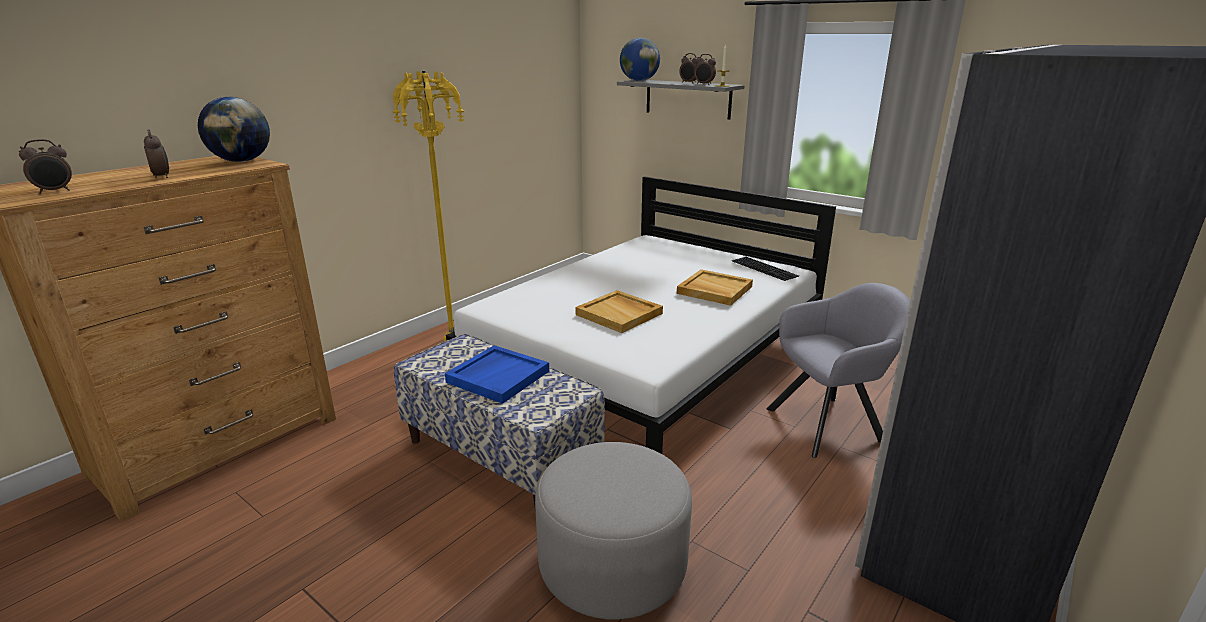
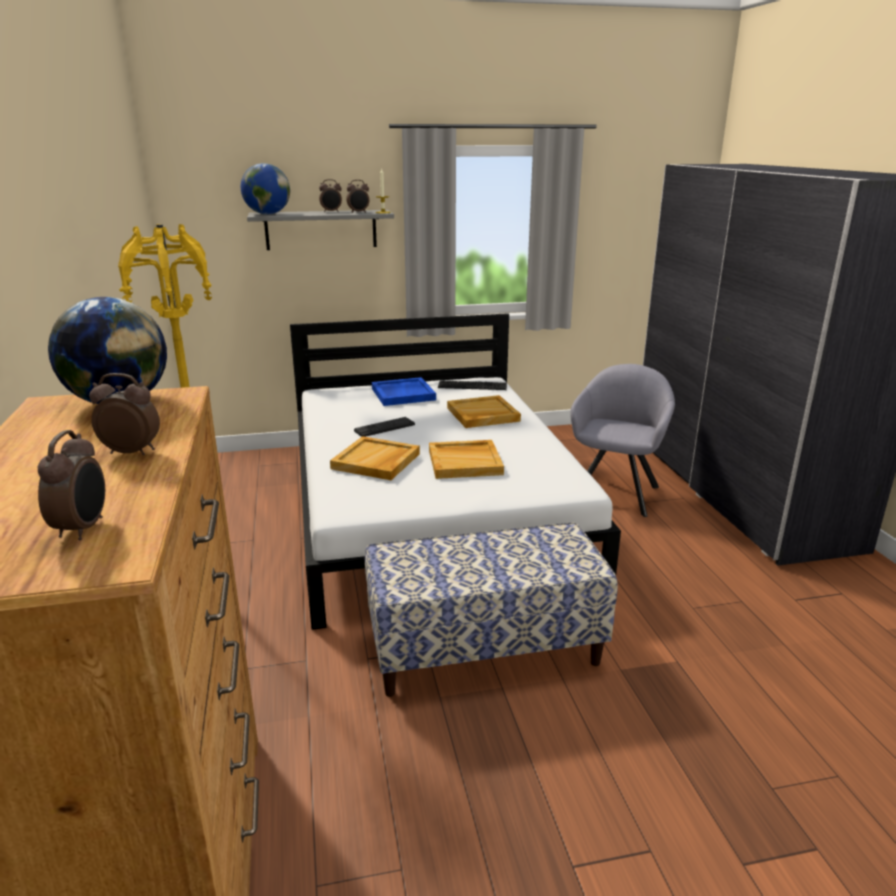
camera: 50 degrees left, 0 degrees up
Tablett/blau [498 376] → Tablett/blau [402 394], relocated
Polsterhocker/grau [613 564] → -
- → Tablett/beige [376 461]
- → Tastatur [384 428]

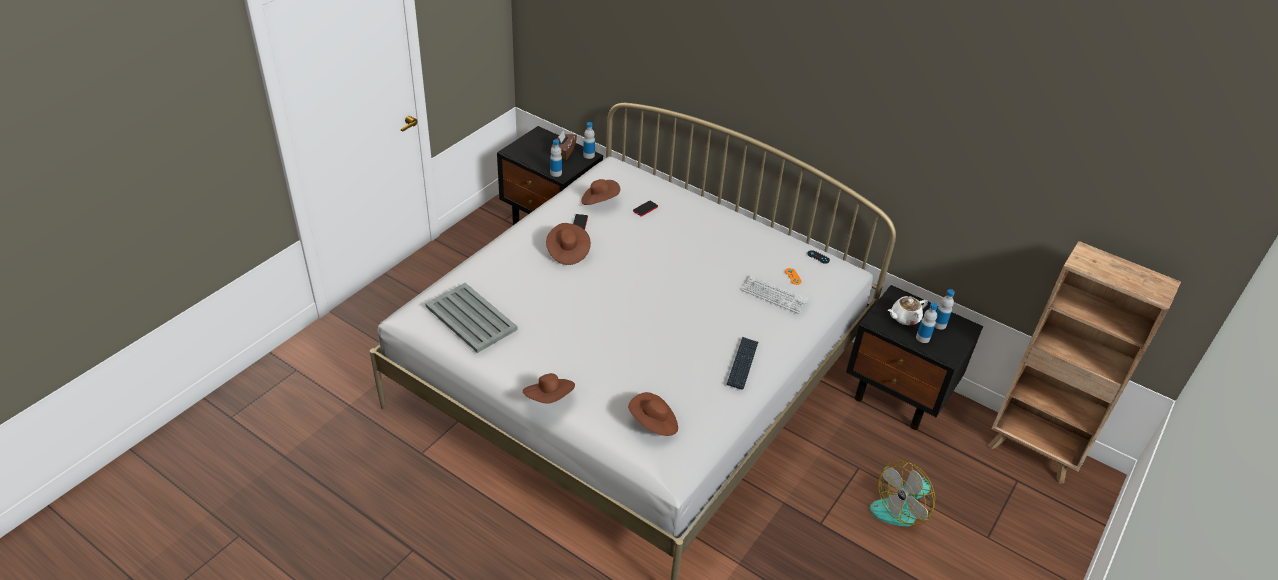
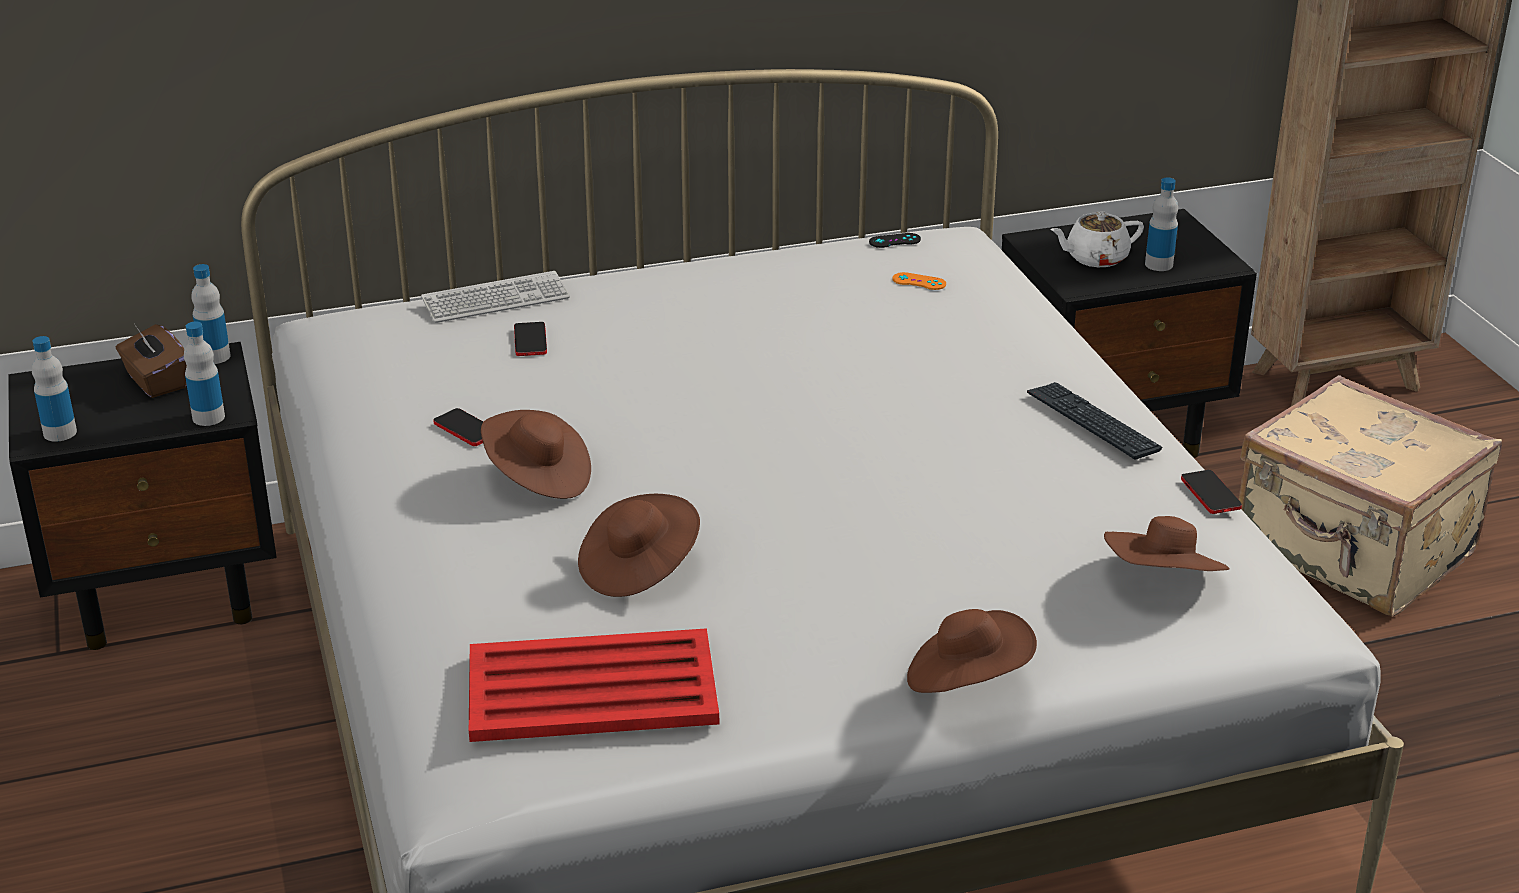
camera: 50 degrees left, 10 degrees down
Tablett/grau [470 317] → Tablett/rot [589 688]
Hut/braun [599 201] → Hut/braun [639 569], relocated
Tastatur [774 295] → Tastatur [496 300], relocated
Ventilator [902 508] → Koffer/beige [1352 552]
Teekanne/weiß [904 318] → Teekanne/weiß [1095 258], 60 degrees clockwise
Flasche [939 324] → Flasche [60 433], relocated
- → Handy [1210 493]

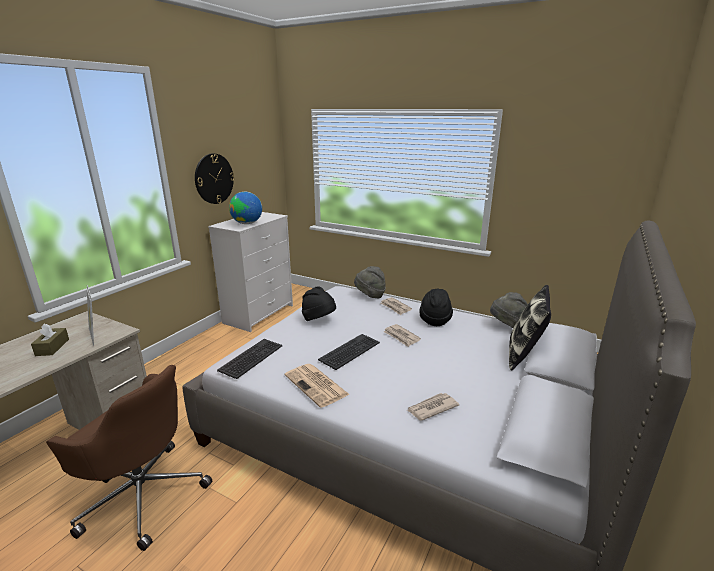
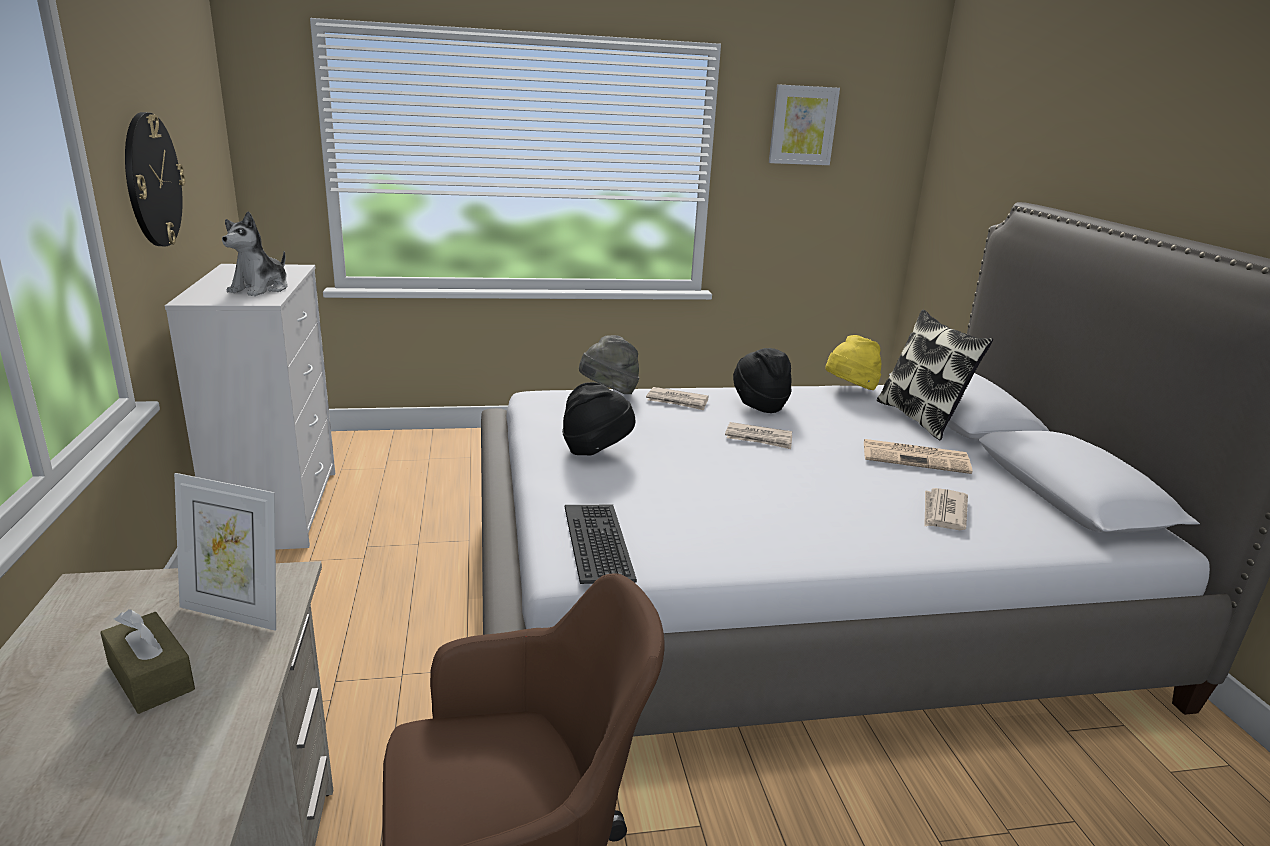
camera: 40 degrees left, 0 degrees up
Globus [247 223] → Plüschtier [261 289]
Zeitung [317 385] → Zeitung [916 457], relocated
Tastatur [350 352] → -
Hut/grau [507 326] → Hut/gelb [850 390]
- → Bild [802 125]

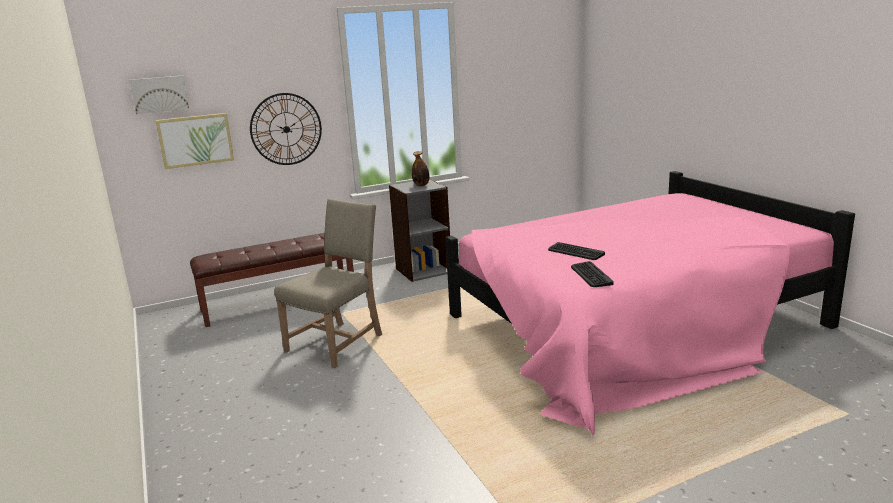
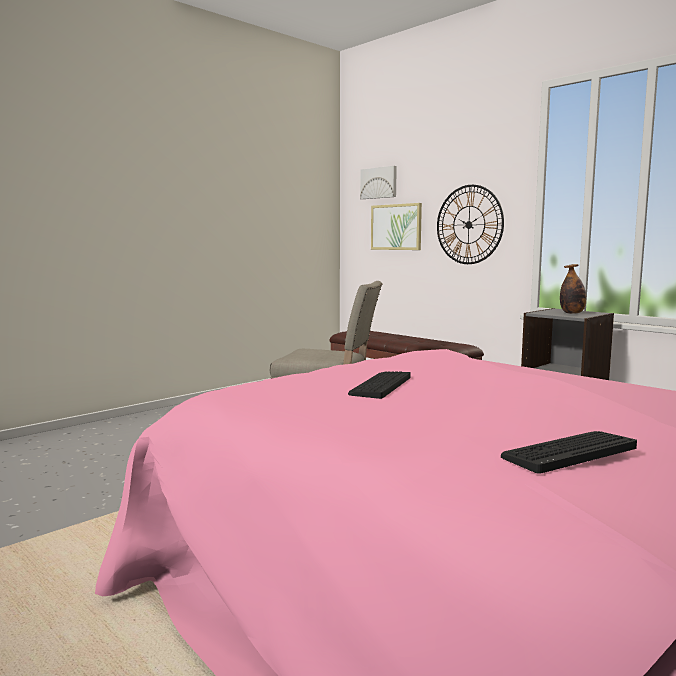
camera: 70 degrees right, 10 degrees down
Tastatur [591 275] → Tastatur [569 452], relocated

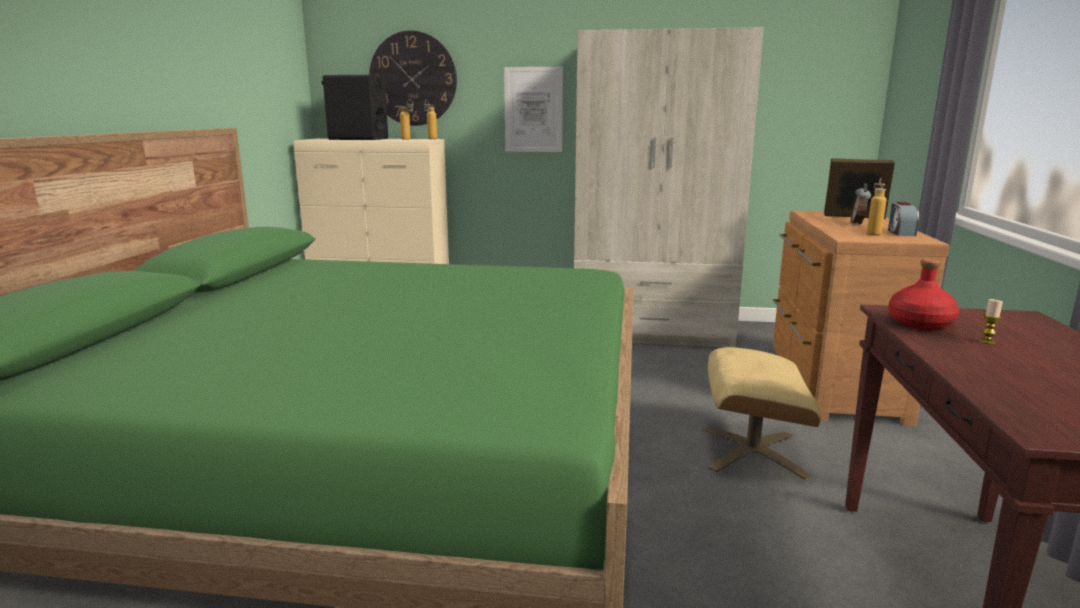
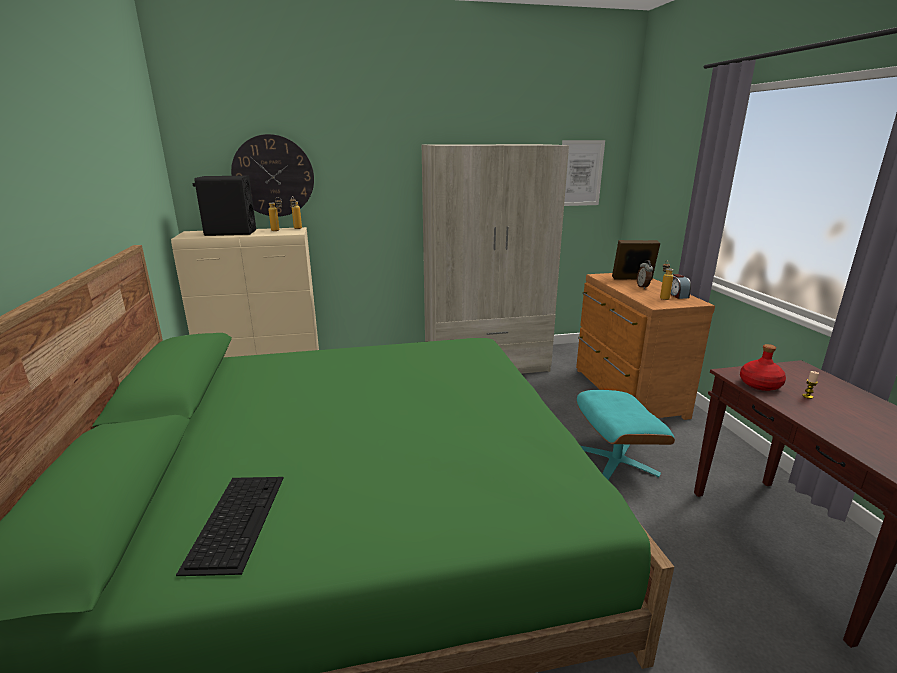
camera: 20 degrees left, 5 degrees up
Bild [533 110] → Bild [580 173], relocated
Polsterhocker/beige [751 451] → Polsterhocker/türkis [615 461]
- → Tastatur [236 519]

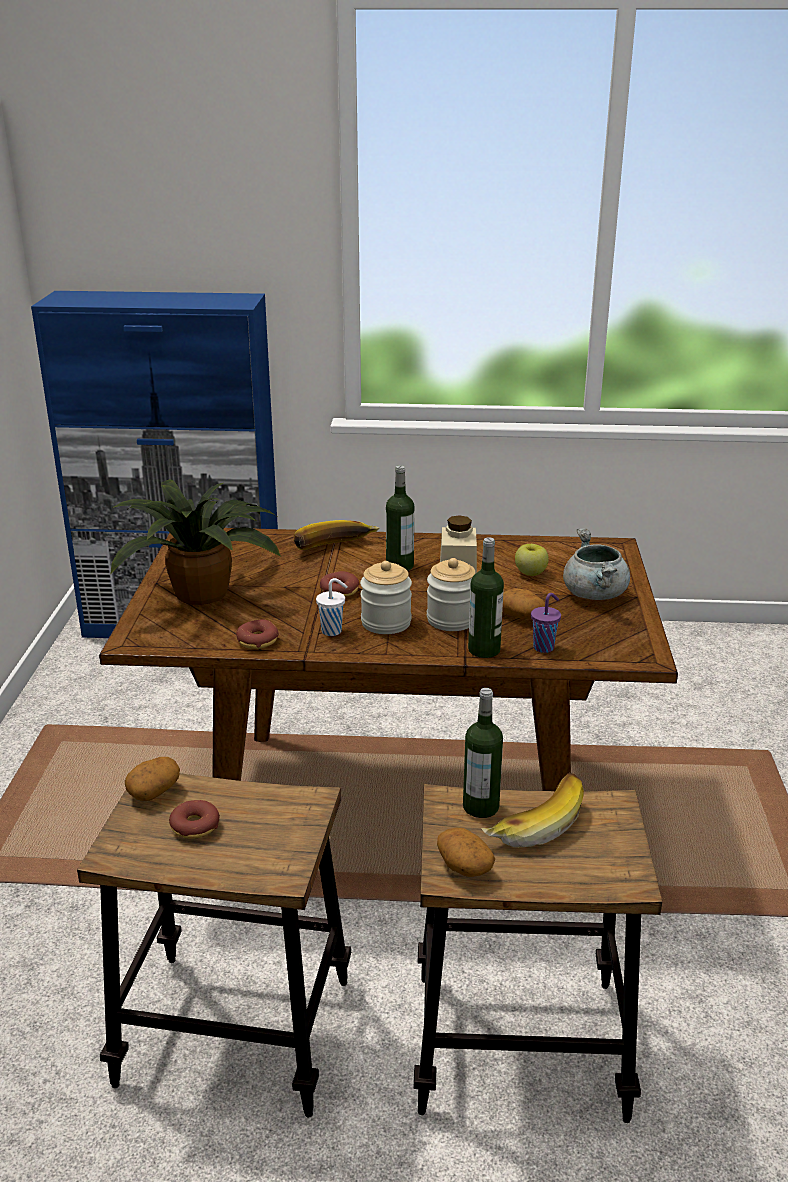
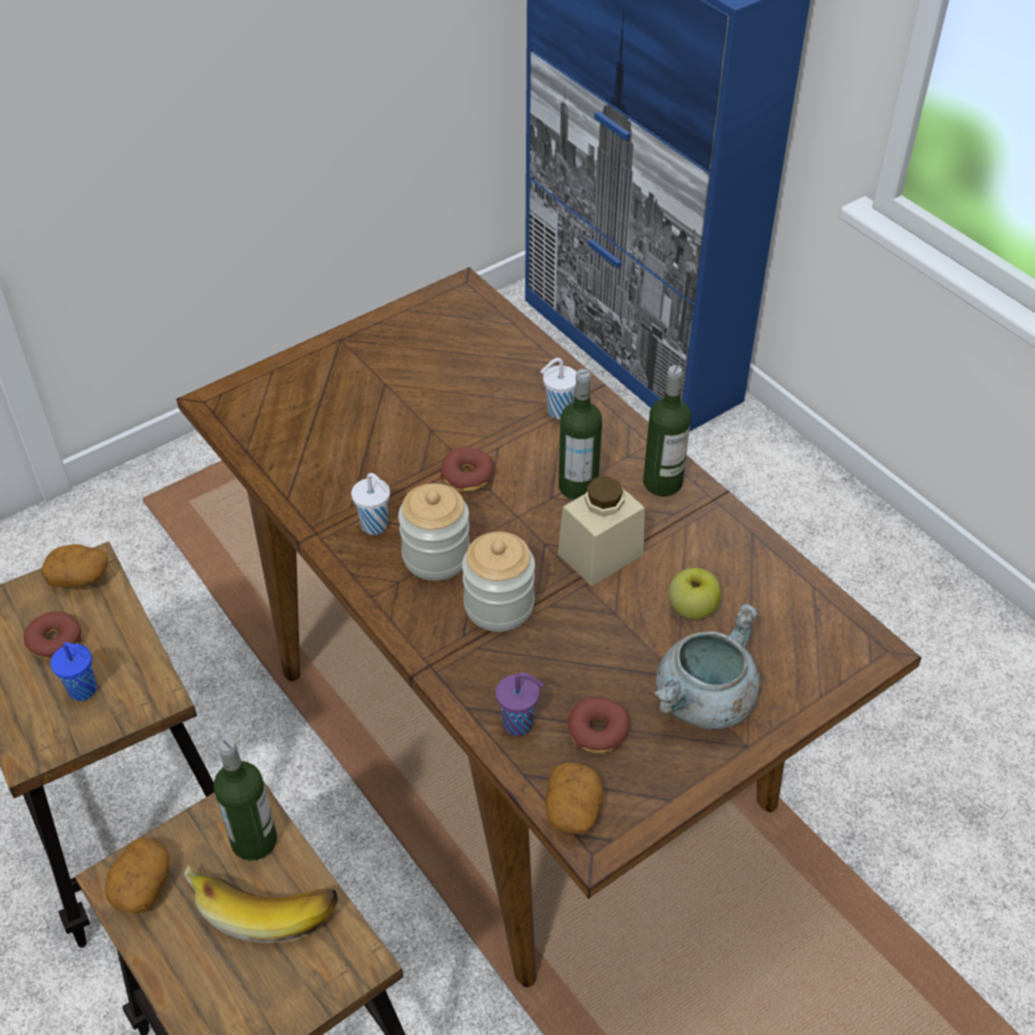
camera: 50 degrees right, 20 degrees up
Topfpflanze [202 591] → -
Donut [257 641] → Donut [597 731], relocated
Banane [335 549] → Tasse/weiß [558 412]
Flasche [484 650] → Flasche [662 482], relocated
Kartoffel [520 615] → Kartoffel [573 810], relocated
- → Tasse/blau [84 690]

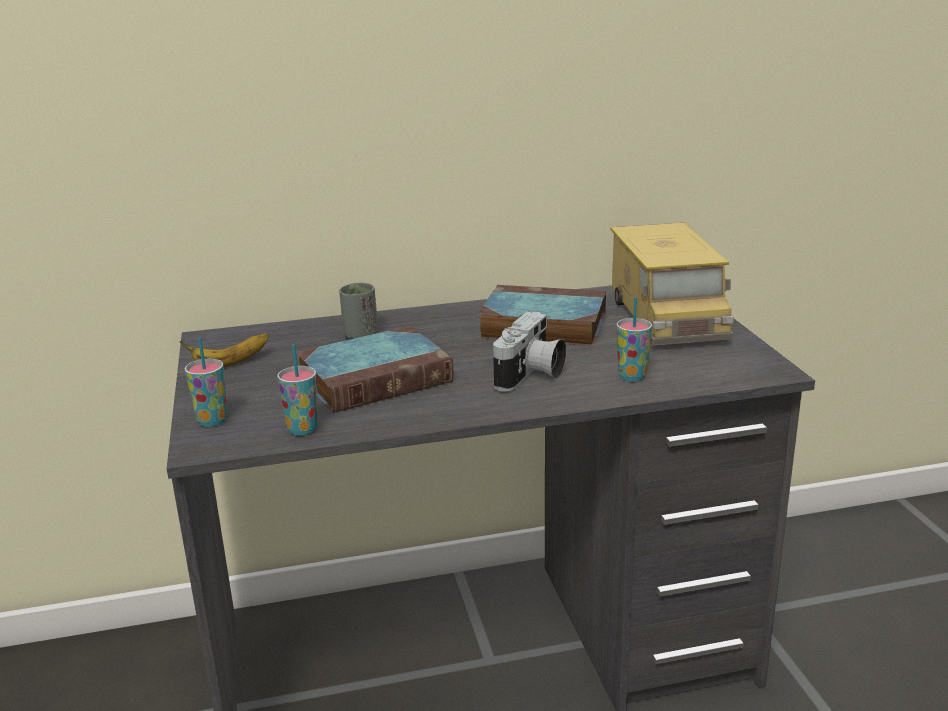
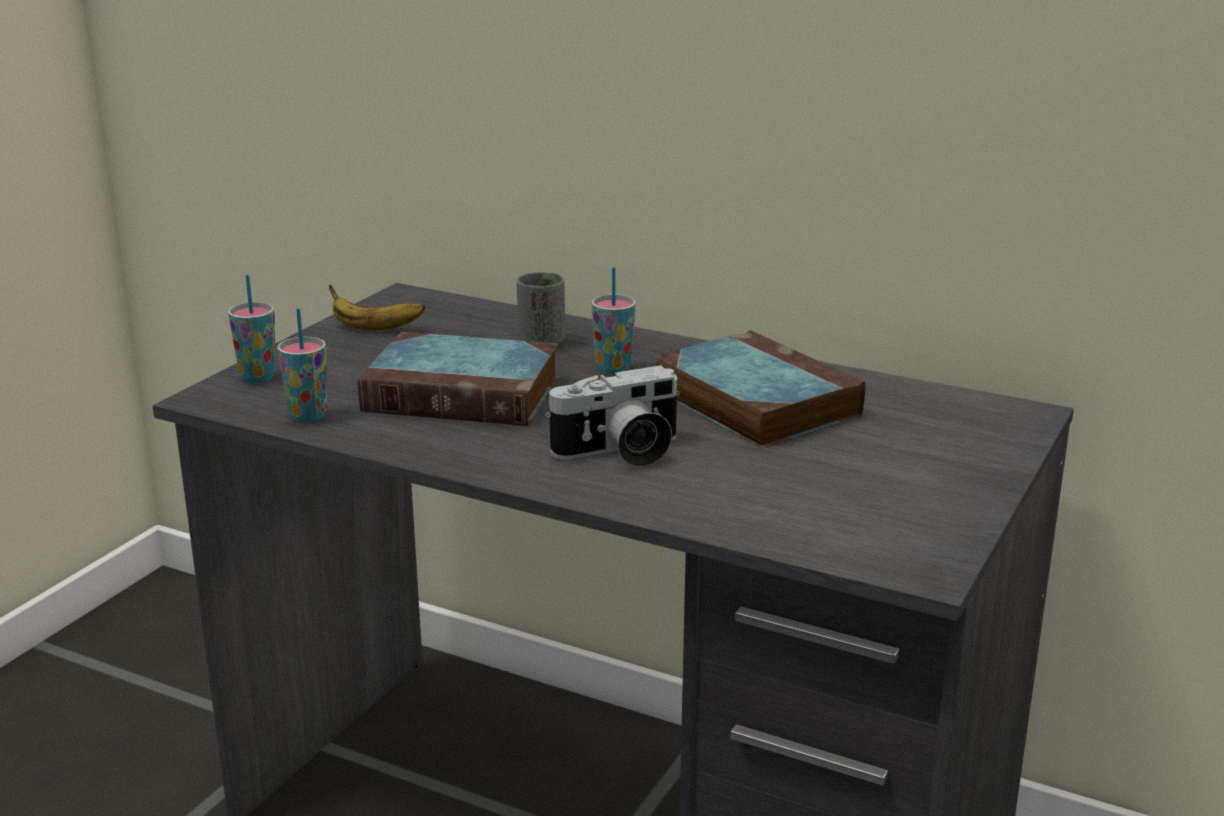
camera: 40 degrees right, 0 degrees up
Spielzeuglaster [667 317] → -
Tasse [632 376] → Tasse [613 369], relocated

